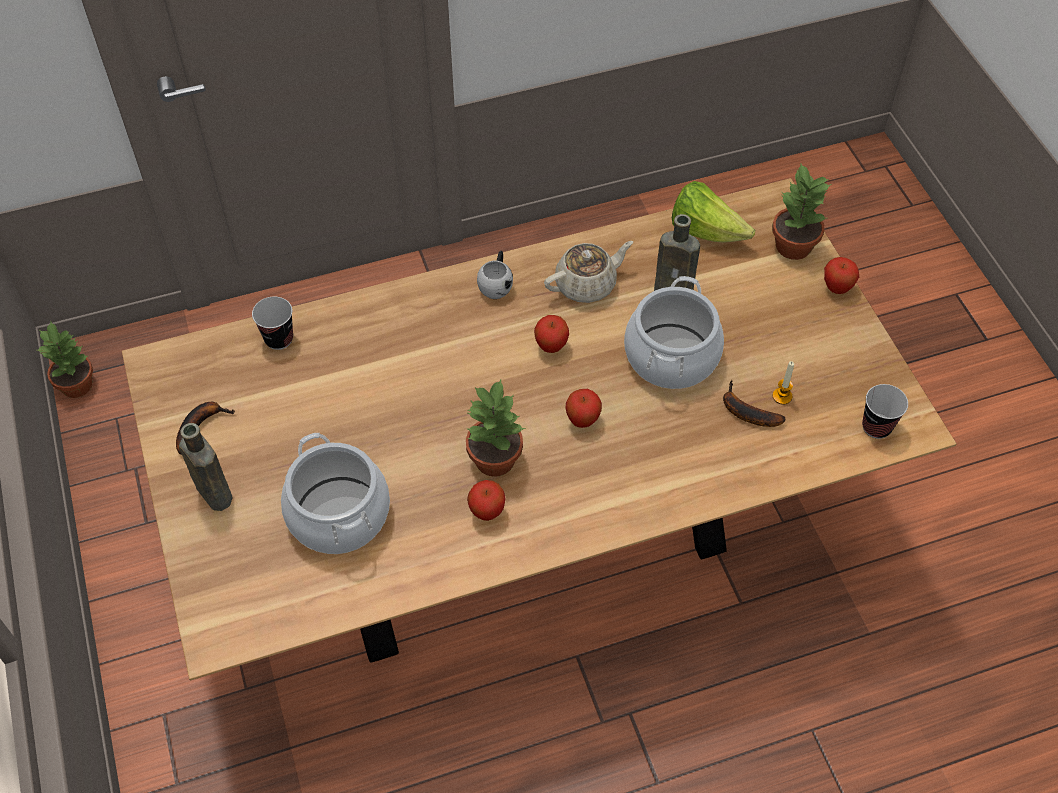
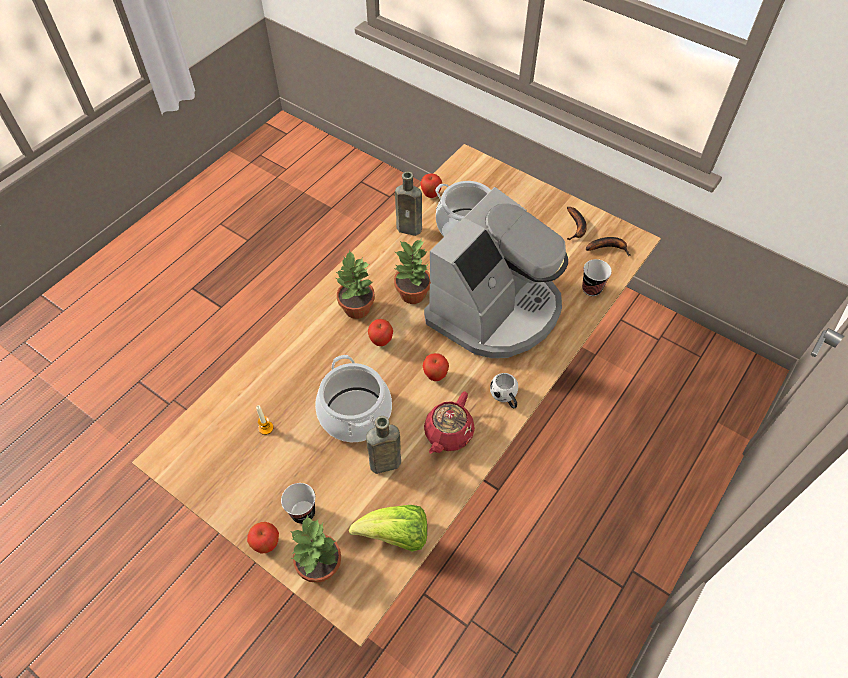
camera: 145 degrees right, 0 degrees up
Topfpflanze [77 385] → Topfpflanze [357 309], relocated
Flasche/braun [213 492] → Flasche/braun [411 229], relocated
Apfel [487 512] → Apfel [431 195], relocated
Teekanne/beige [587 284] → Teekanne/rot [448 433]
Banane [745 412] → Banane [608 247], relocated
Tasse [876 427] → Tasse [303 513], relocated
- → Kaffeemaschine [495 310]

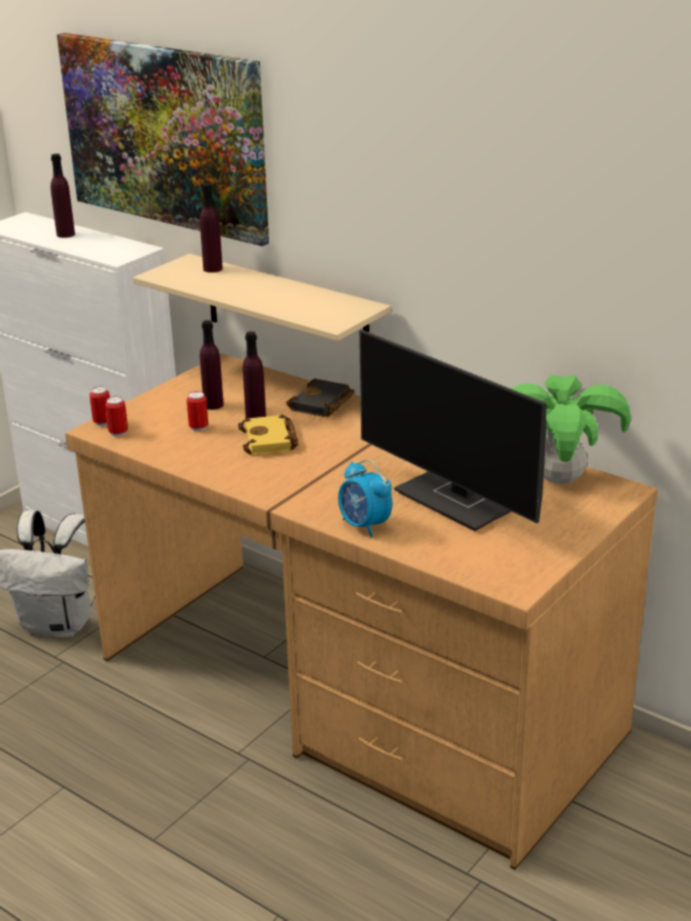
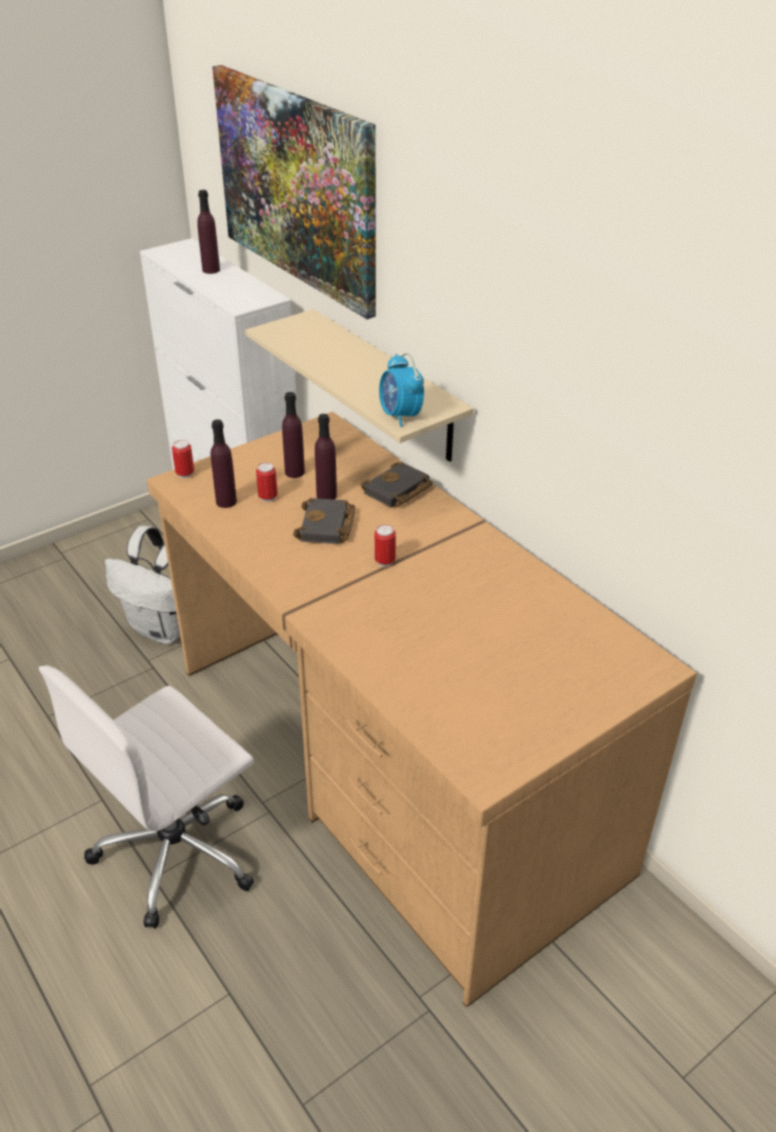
camera: 15 degrees right, 10 degrees up
Dose [118 433] → Dose [384 561], relocated
Flasche/lila [213 269] → Flasche/lila [226 501], relocated
Buch/gelb [271 441] → Buch/schwarz [327 527]
Wecker [364 525] → Wecker [400 416], relocated
Monitor [460 500] → -
Topfpflanze [559 479] → -
- → Bürostuhl/weiß [178 850]

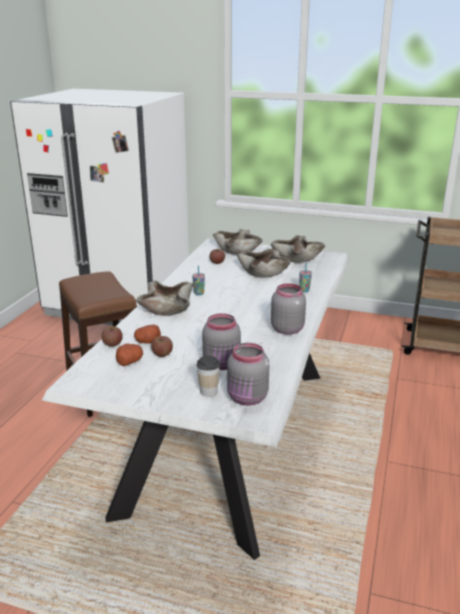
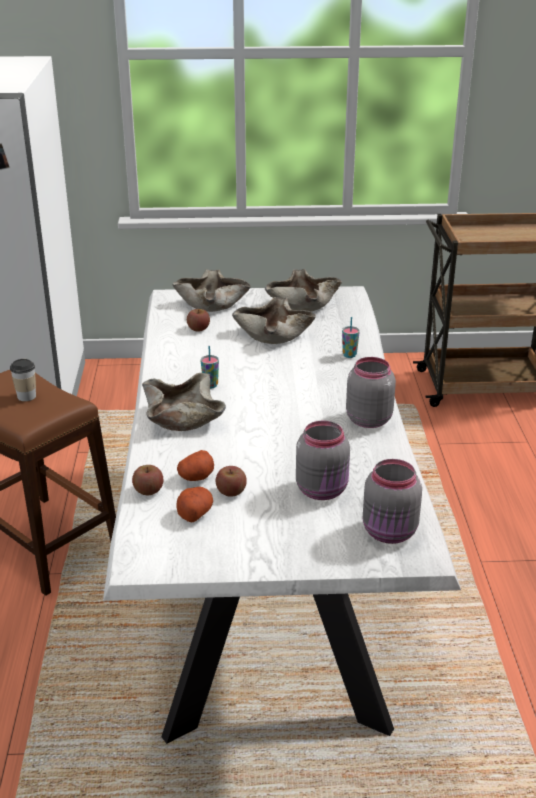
camera: 20 degrees left, 5 degrees up
Tasse [208 391] → Tasse [26 396], relocated

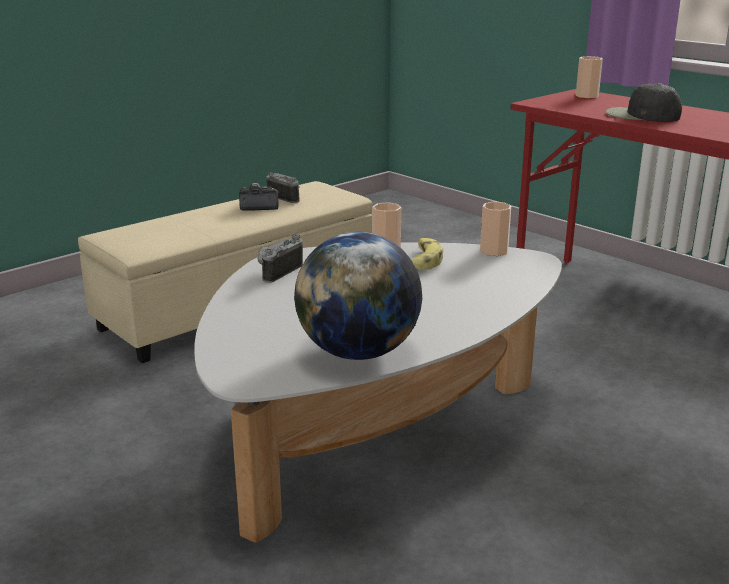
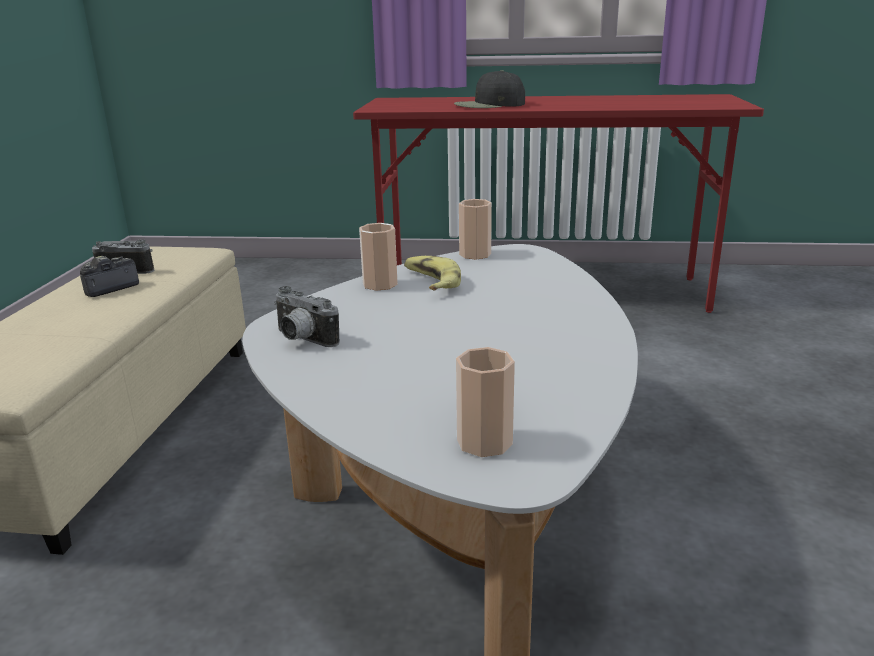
camera: 40 degrees left, 0 degrees up
Kamera [277 271] → Kamera [301 340], 45 degrees counterclockwise
Globus [359 352] → -
Tasse [587 96] → Tasse [484 442], relocated

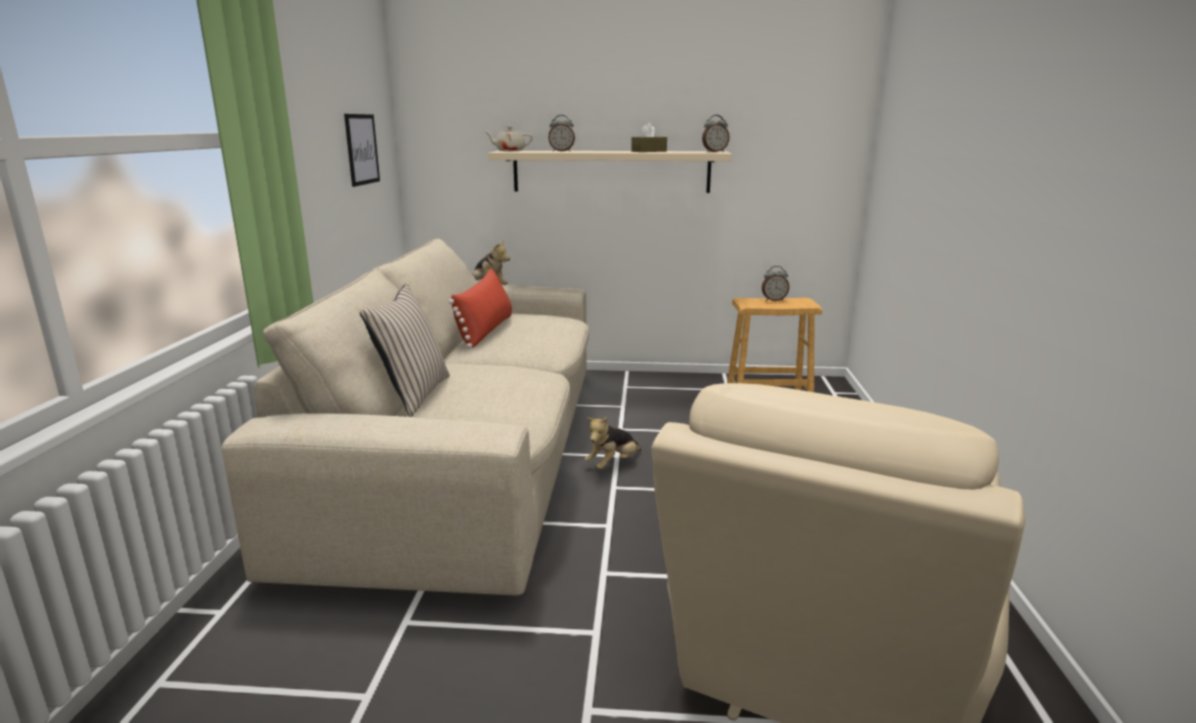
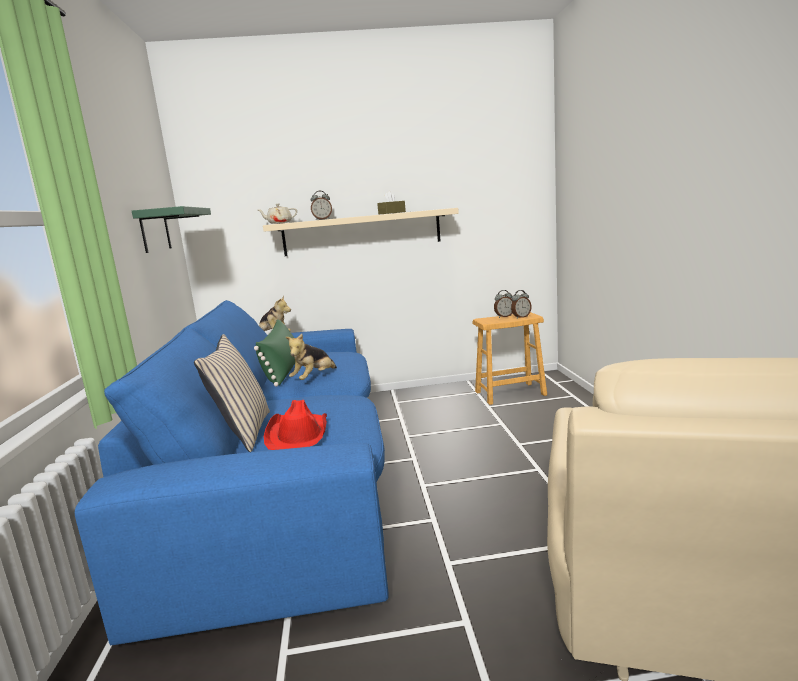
camera: 10 degrees left, 5 degrees down
Sofa/beige [472 451] → Sofa/blau [288 476]
Bild [362 149] → Wandregal/grün [155 231]
Kissen/rot [486 331] → Kissen/grün [283 371]
Plüschtier [613 464] → Plüschtier [314 378], relocated
Wecker [714 152] → Wecker [521 317], relocated
- → Hut/rot [298 434]

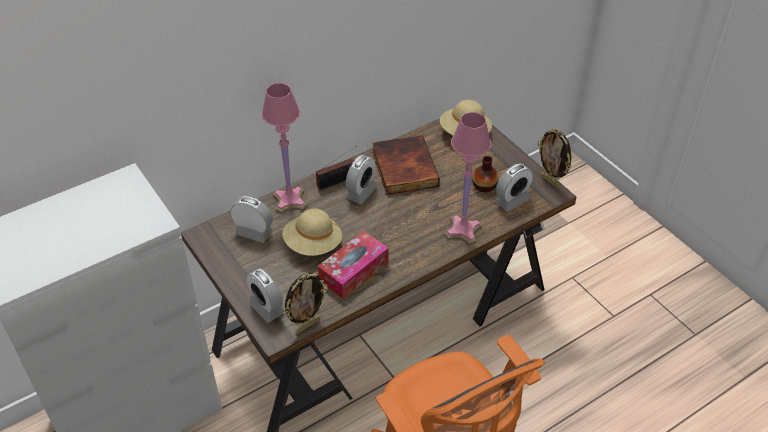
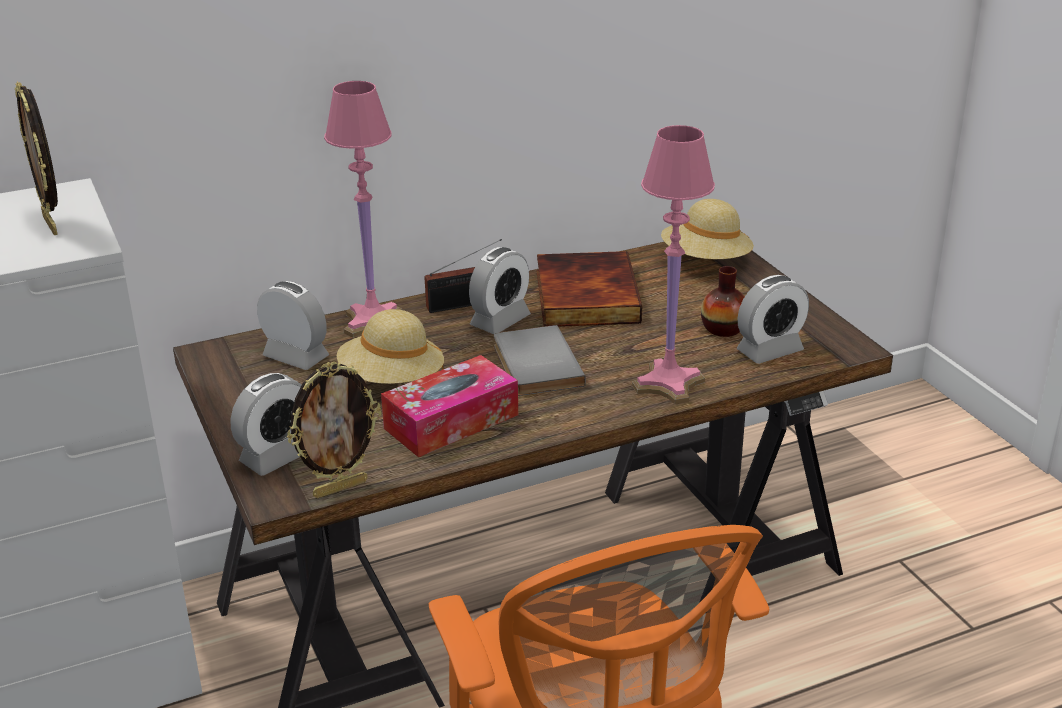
camera: 10 degrees right, 15 degrees down
Wecker [266 307] → Wecker [277 457], 105 degrees counterclockwise
Bilderrahmen [550 181] → Bilderrahmen [52 225], relocated
- → Buch/grau [534 365]

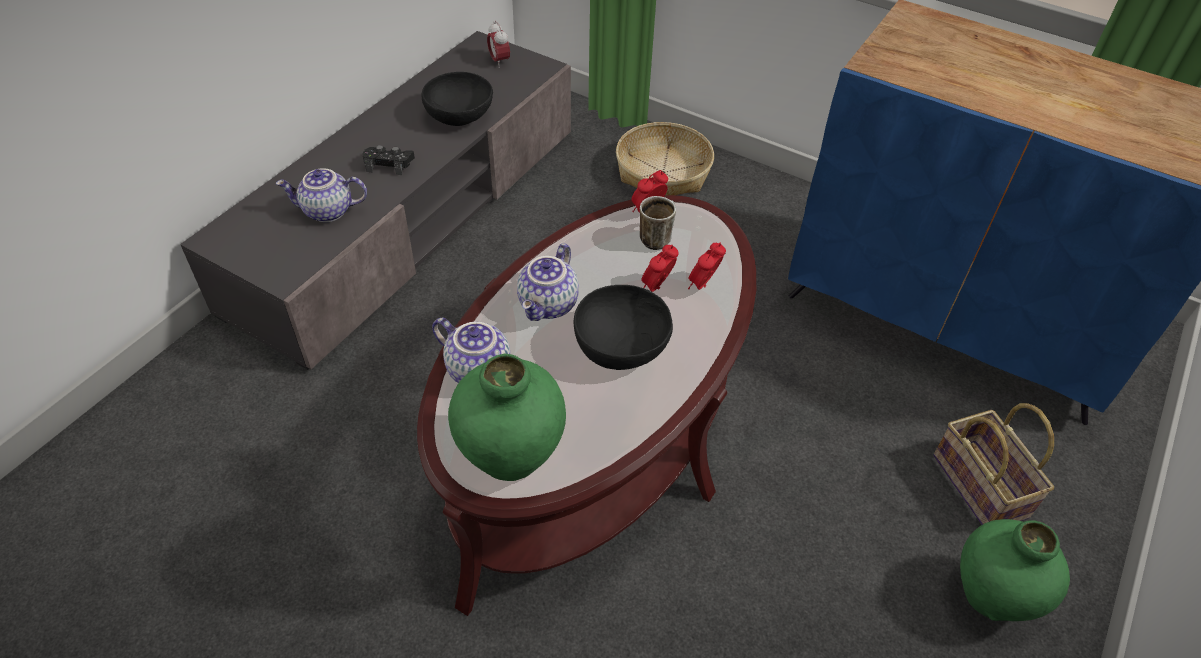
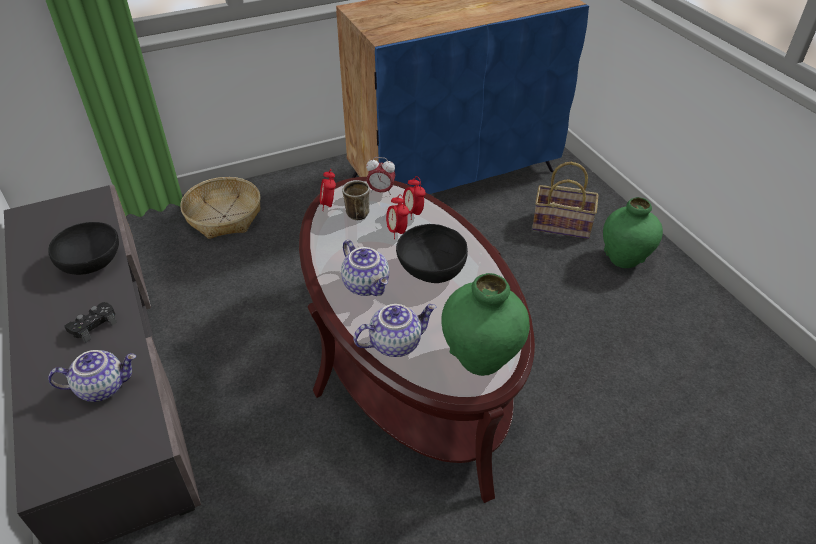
camera: 55 degrees left, 5 degrees down
Teekanne [327 212] → Teekanne [103 386], 135 degrees counterclockwise
Wecker [499 61] → Wecker [381 191], relocated

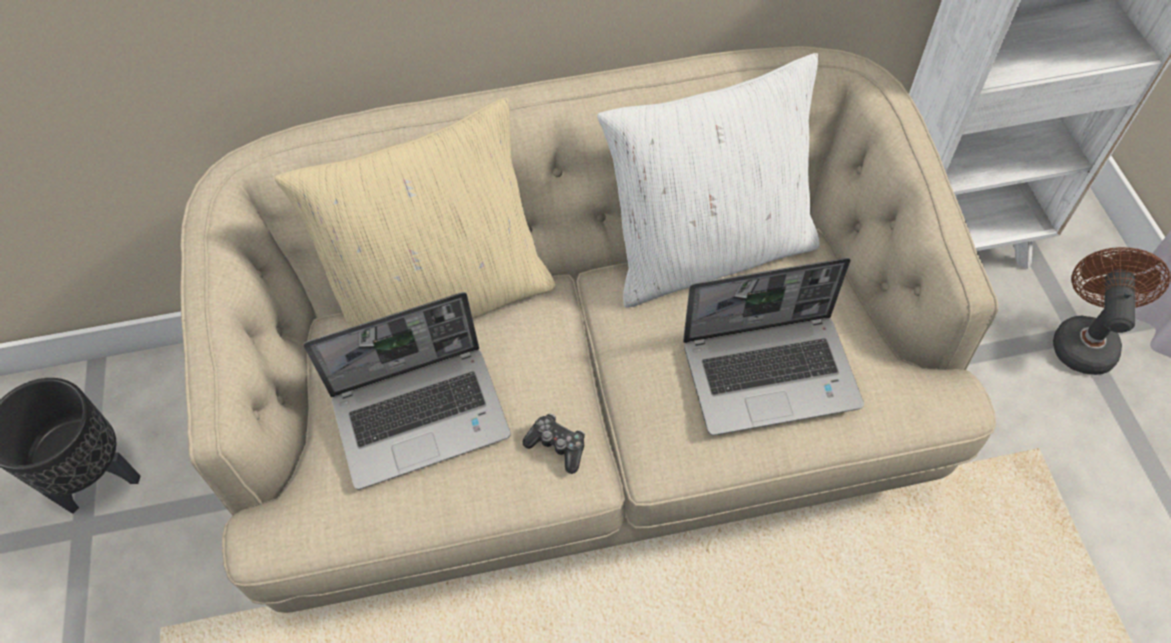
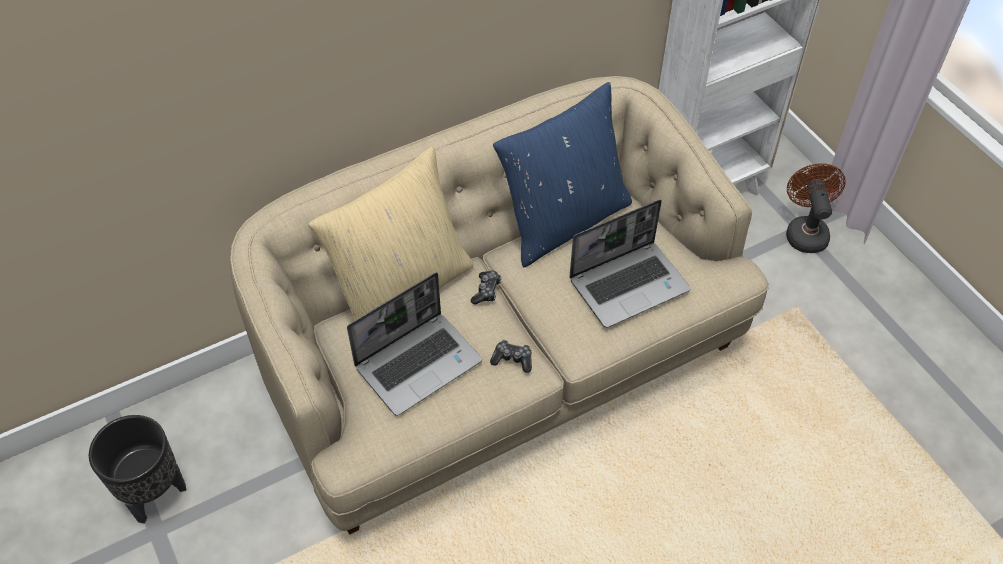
camera: 20 degrees left, 5 degrees down
Kissen/weiß [709 250] → Kissen/blau [563 220]
- → Gamepad [486 291]

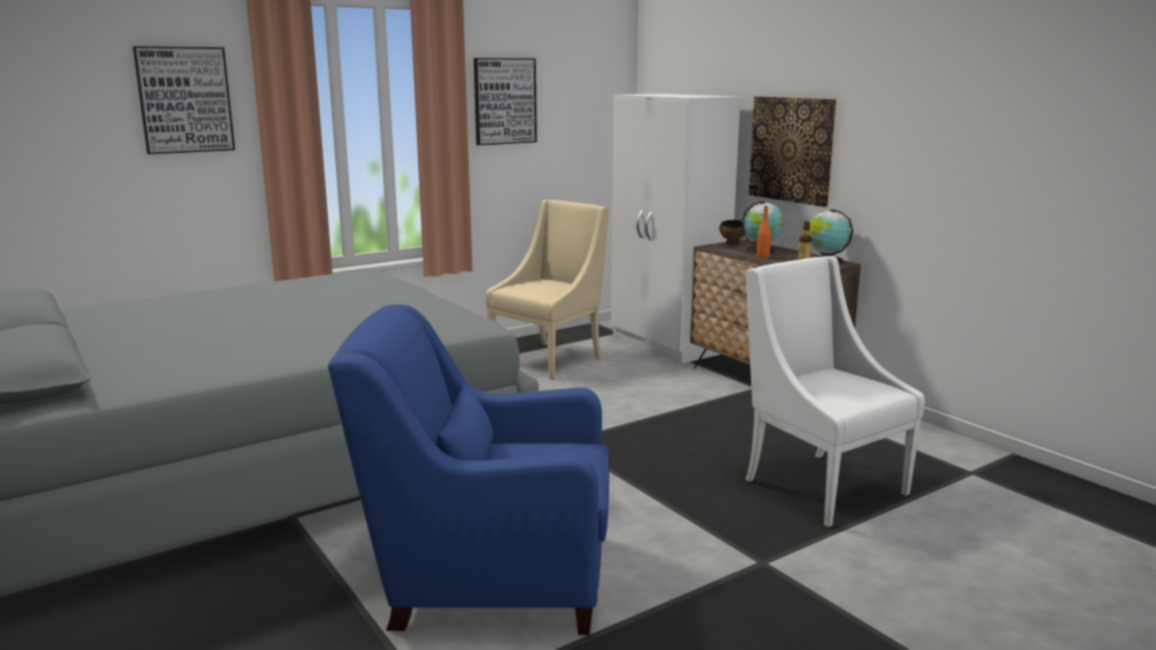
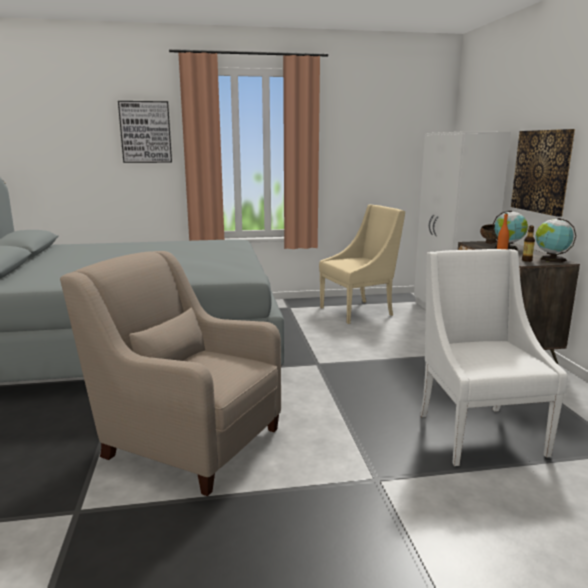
camera: 25 degrees right, 0 degrees up
Sessel/blau [489 577] → Sessel/beige [187 440]
Bild [504 101] → -

